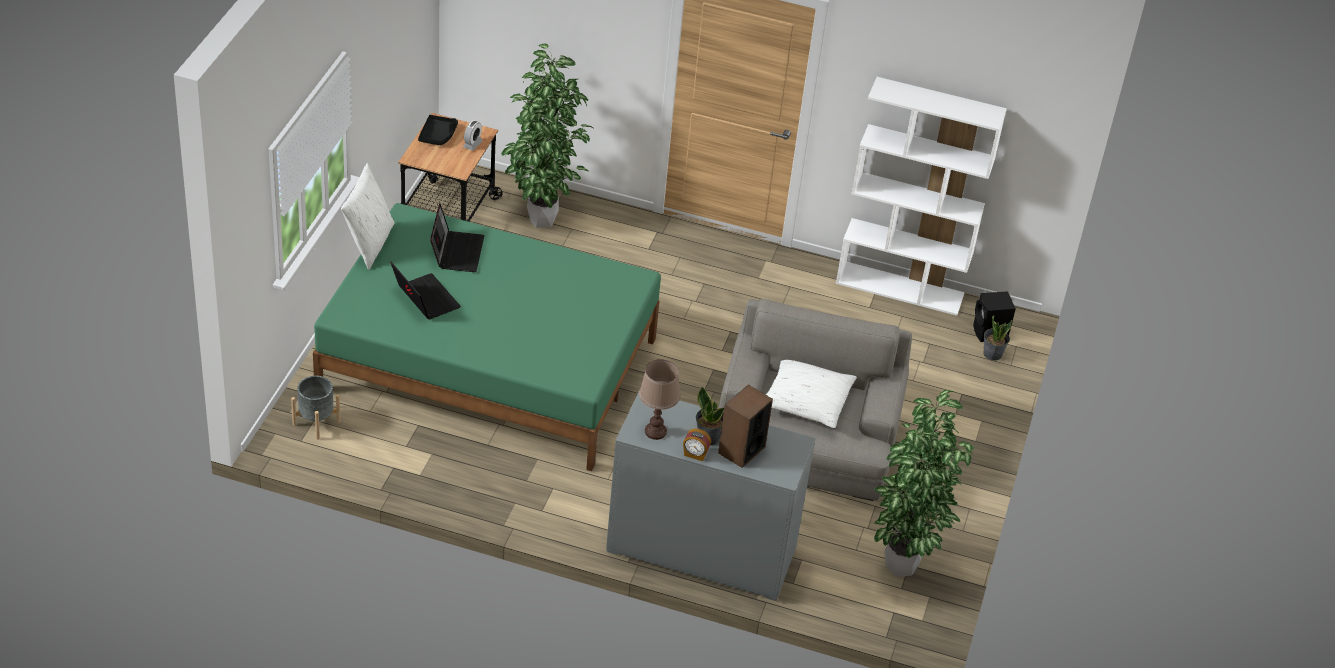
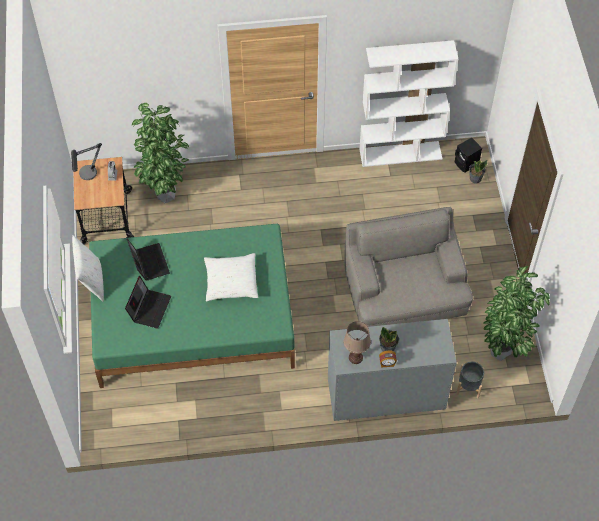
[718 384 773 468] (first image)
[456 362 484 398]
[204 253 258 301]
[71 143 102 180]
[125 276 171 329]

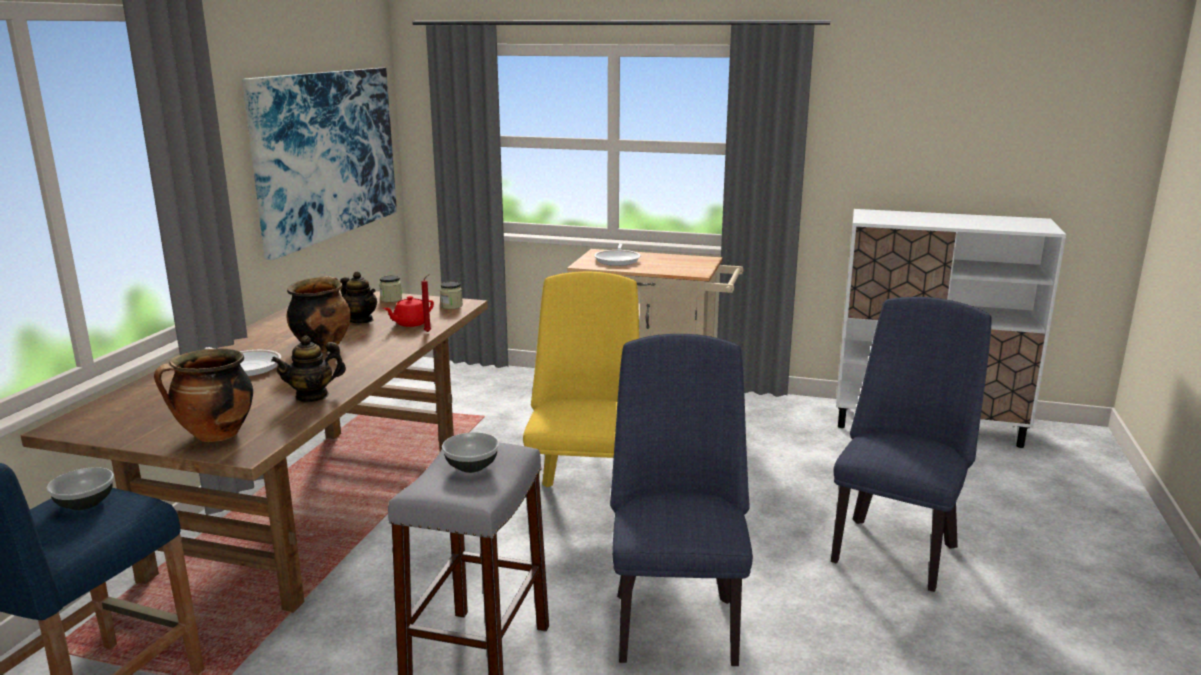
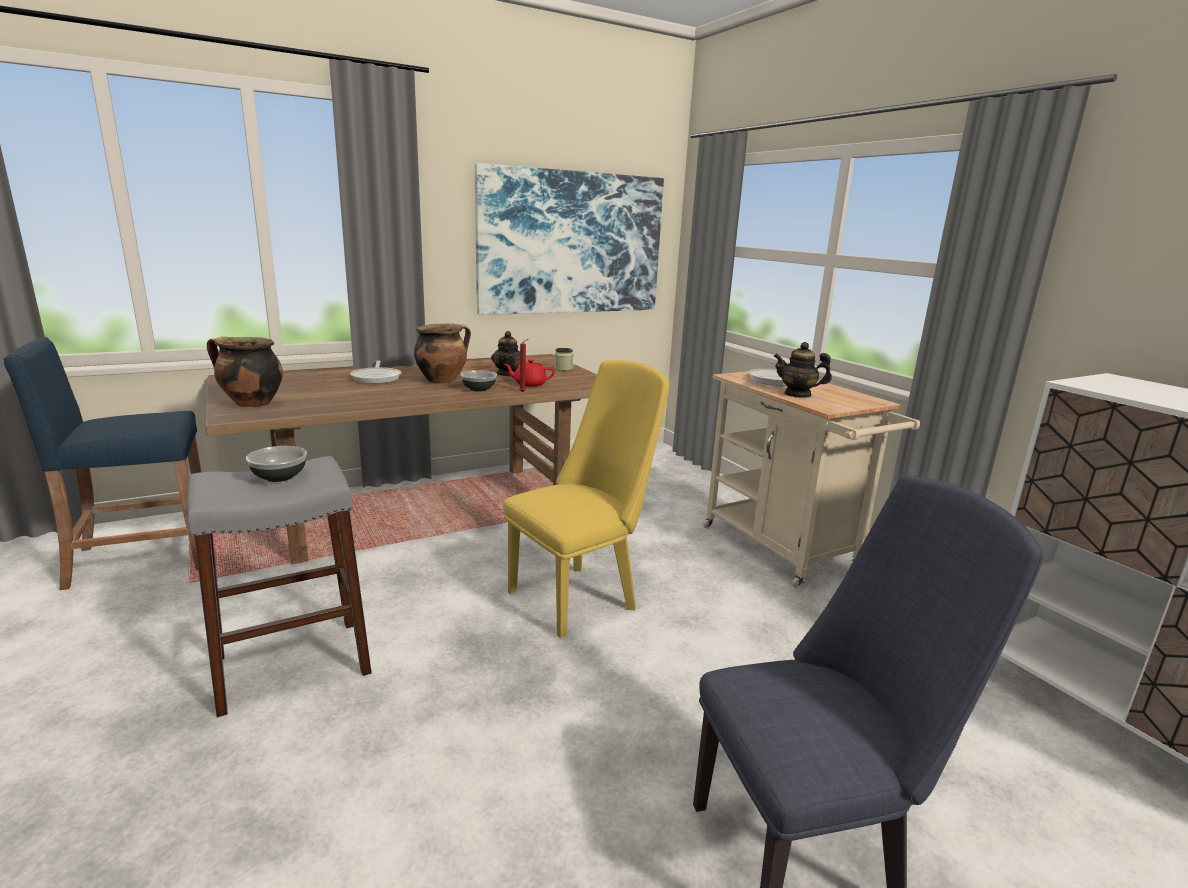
[440 282 463 309] (first image)
[610 334 753 666] (first image)
[460 370 497 392]
[774 342 832 398]

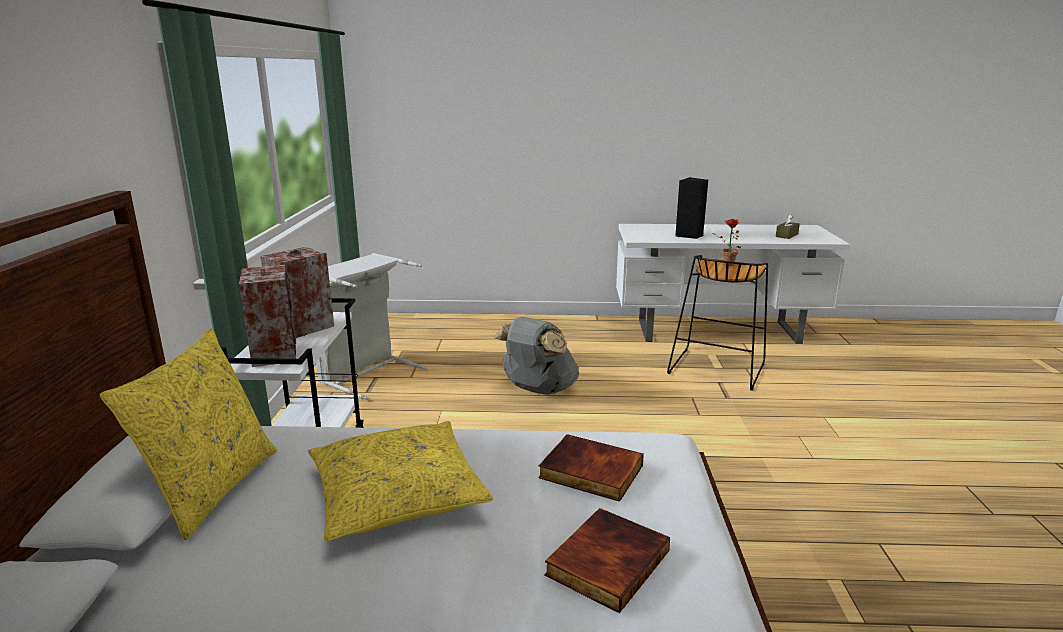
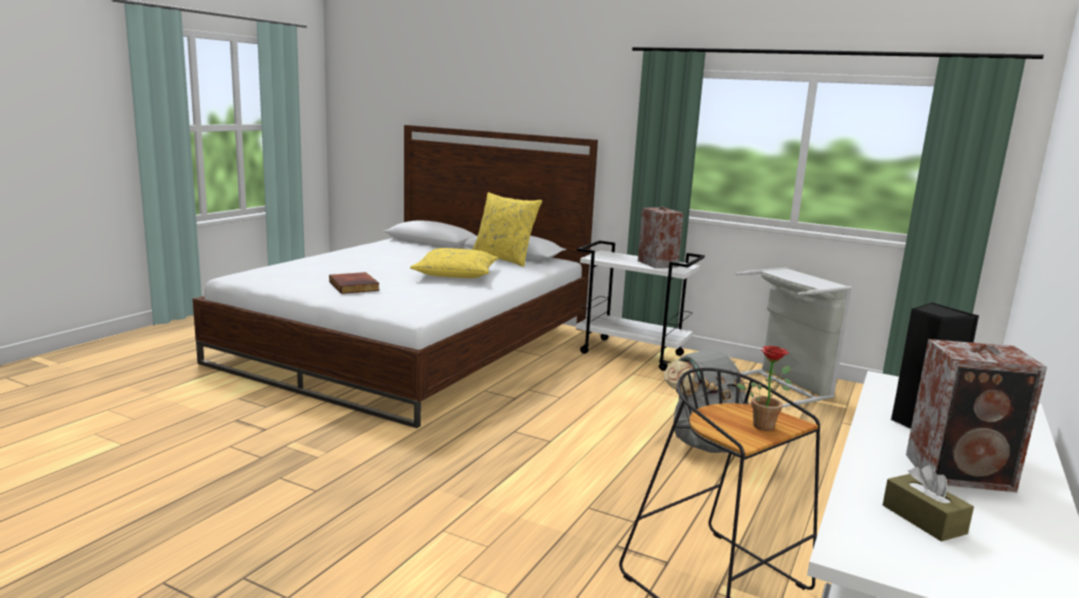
[538 434 644 502] (first image)
[906 339 1047 492]

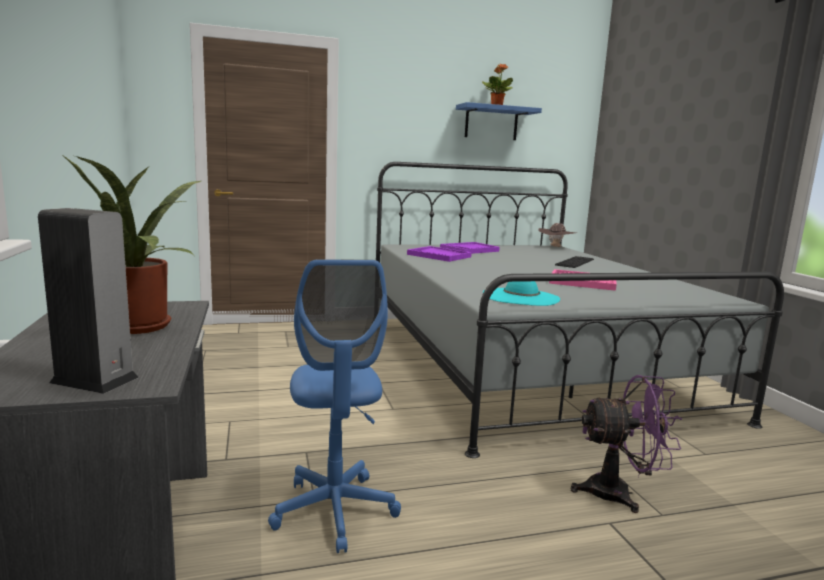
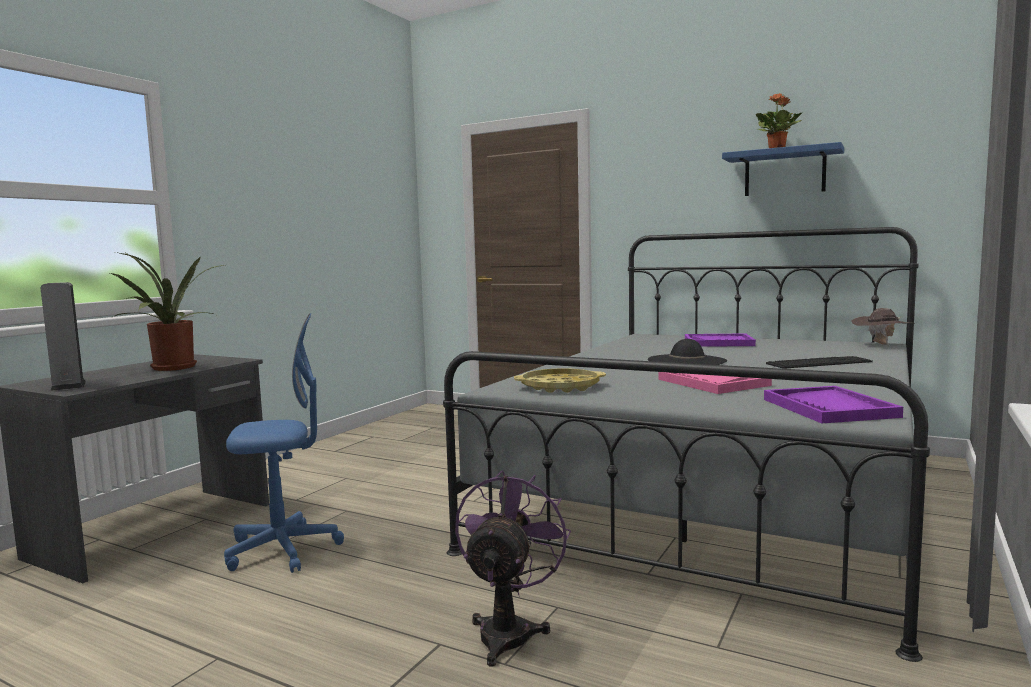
[648 339 727 365]
[764 386 903 423]
[514 368 606 393]
[224 313 344 573]
[455 471 571 666]

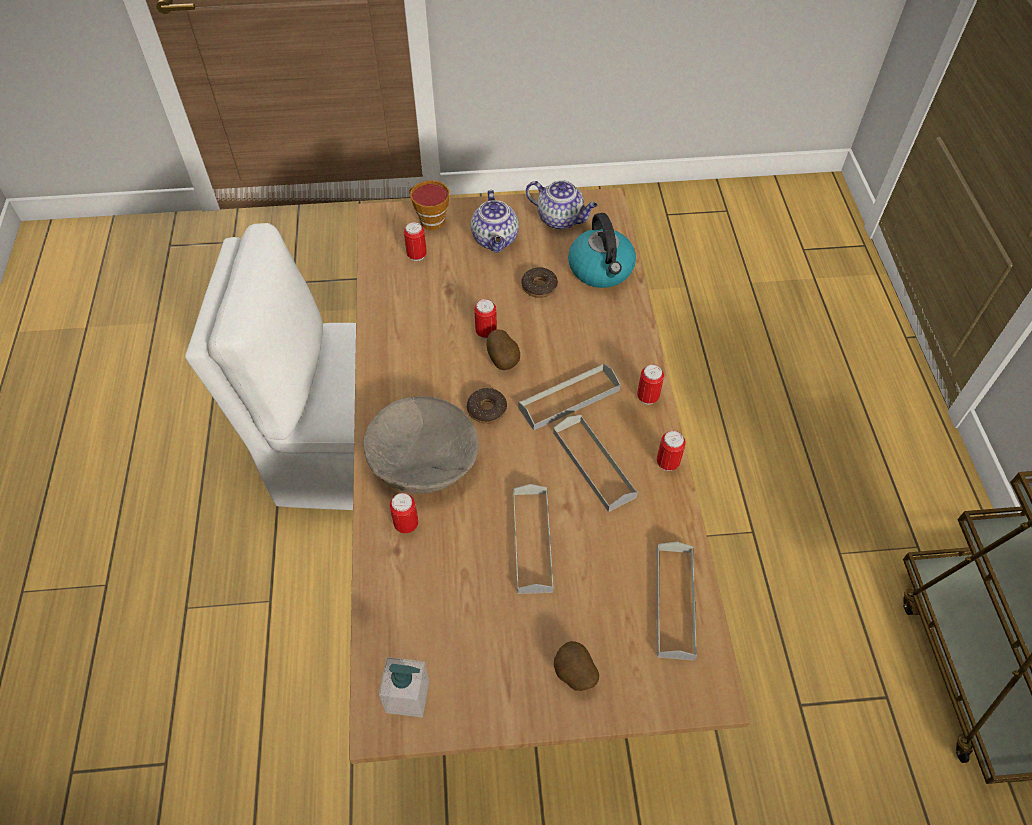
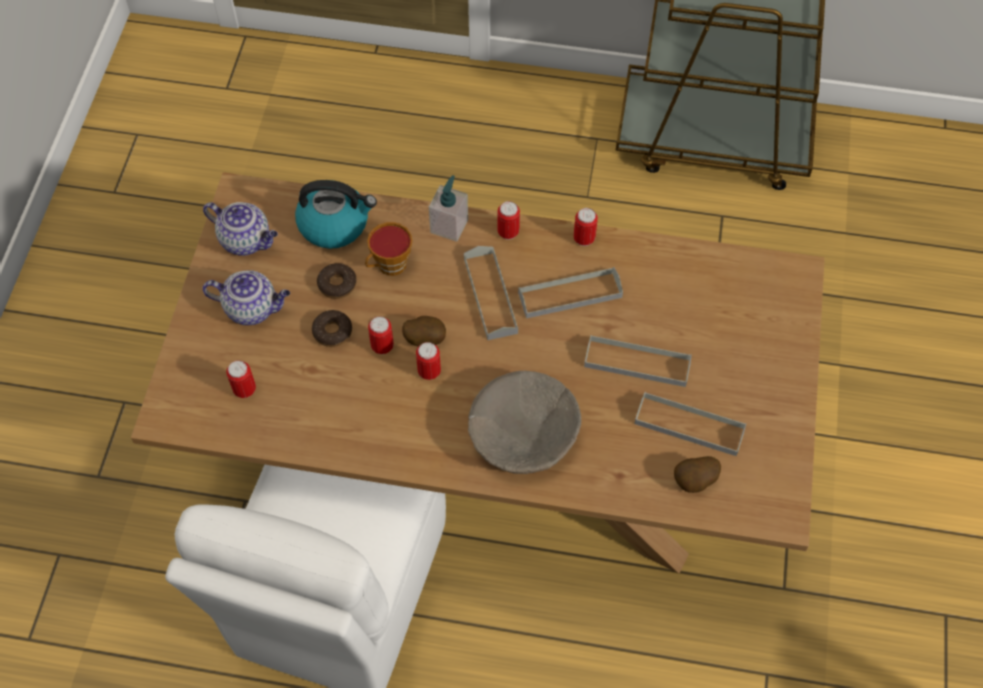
[429 175 468 242]
[416 342 441 380]
[365 222 412 276]
[312 310 352 347]
[674 456 721 493]
[634 392 747 456]
[203 202 278 256]

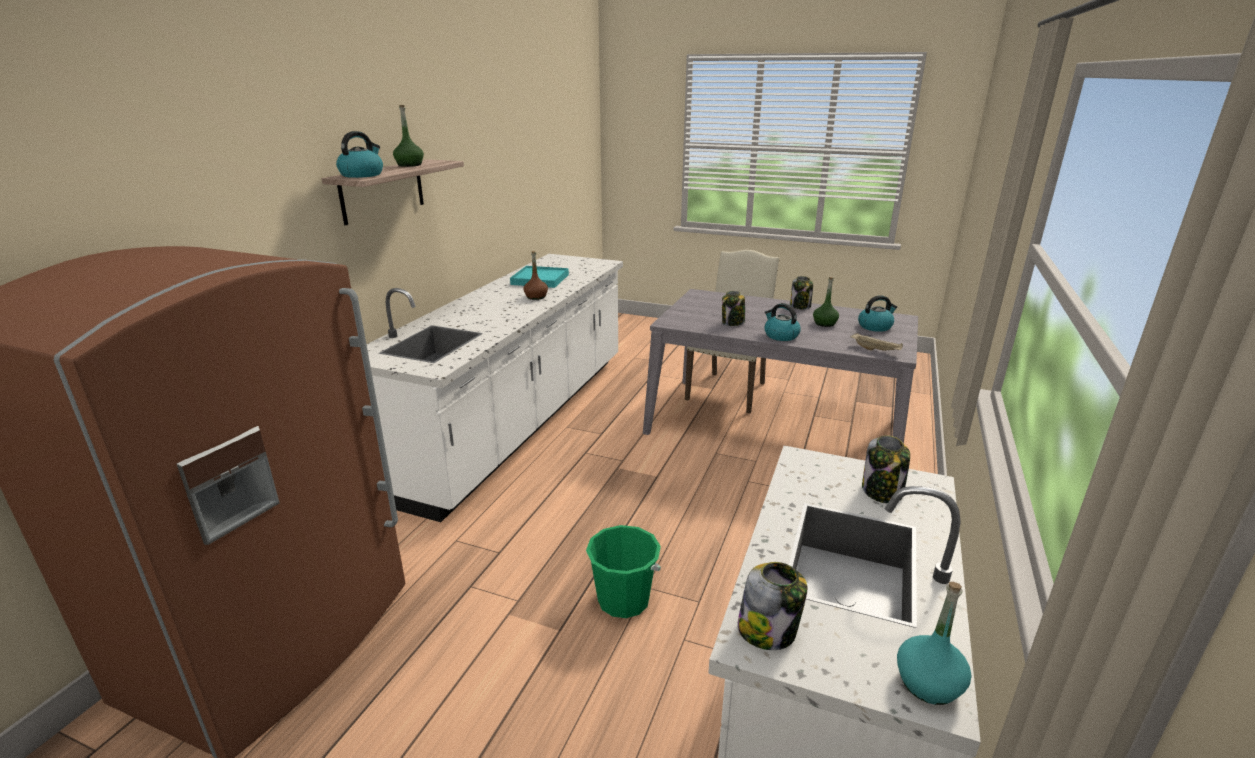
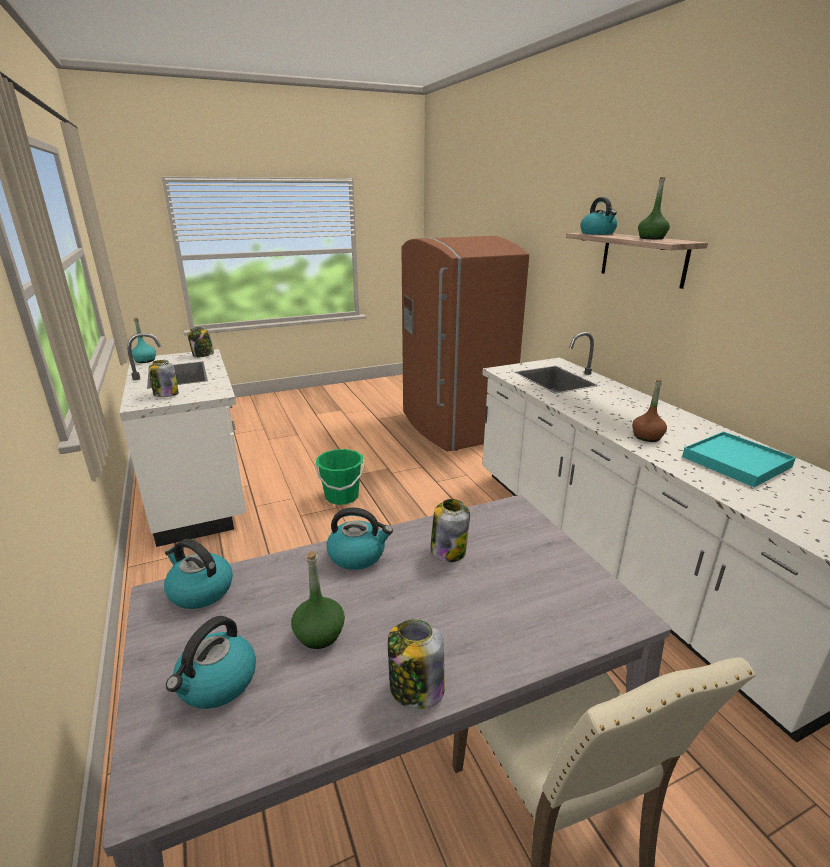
[164 539 233 609]

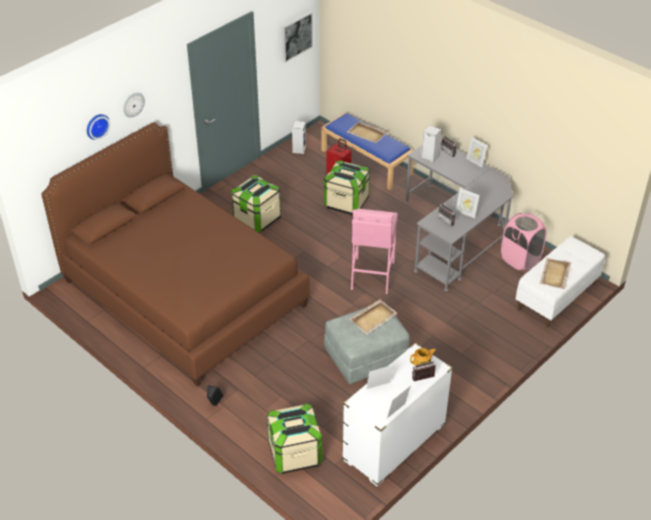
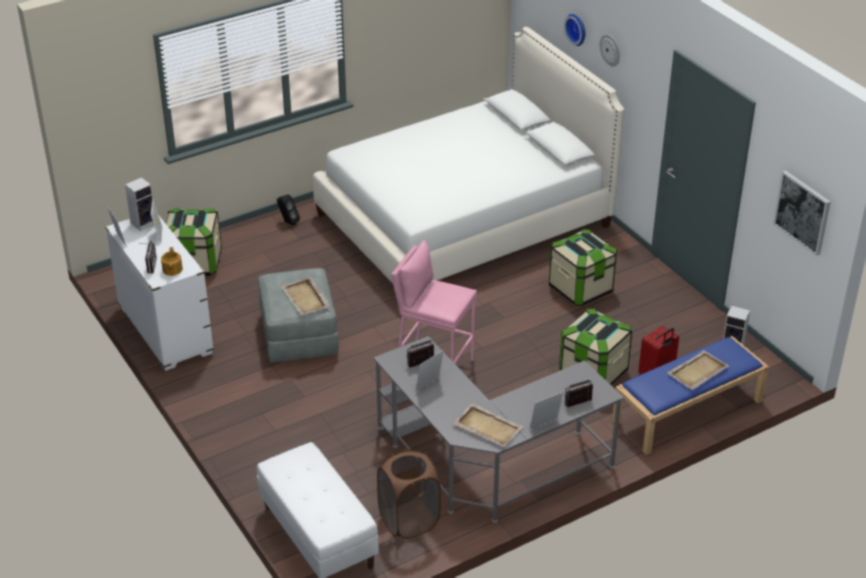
[125 177 154 231]
[452 403 523 447]
[313 27 624 283]
[377 449 441 539]

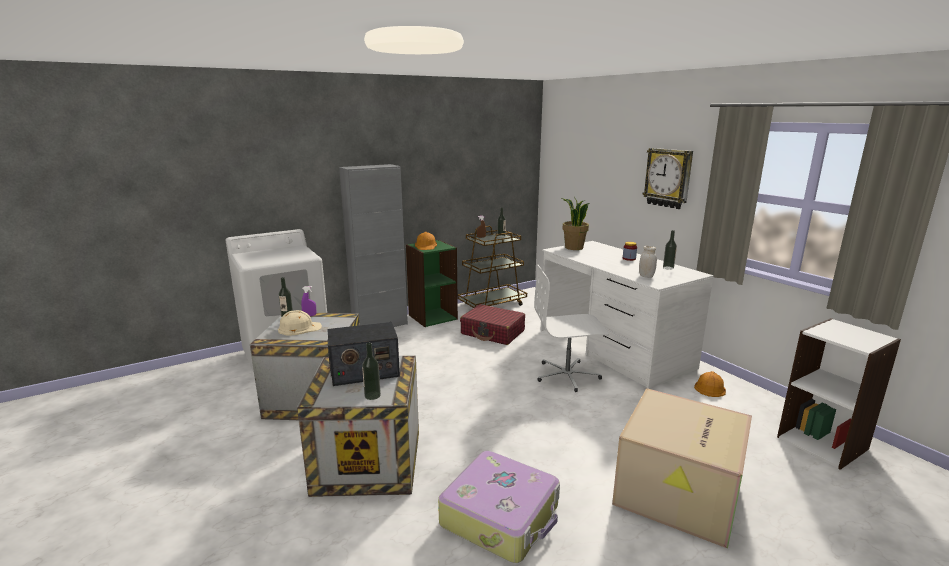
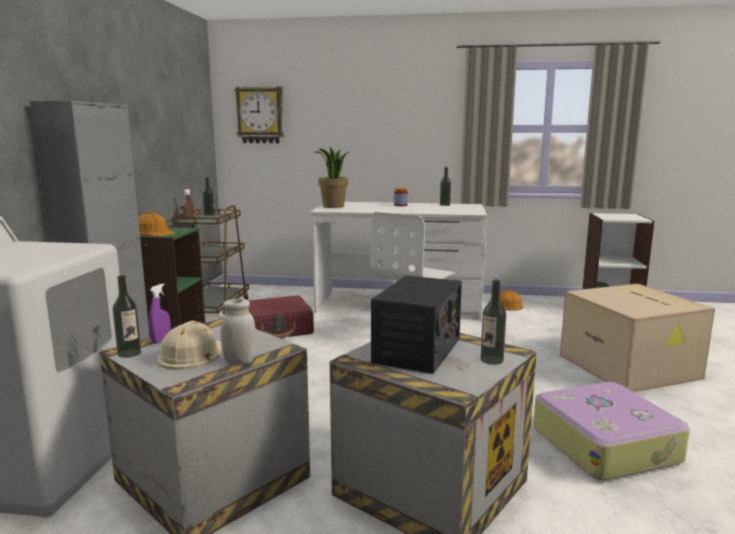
[221 299 256 365]
[234 86 285 143]

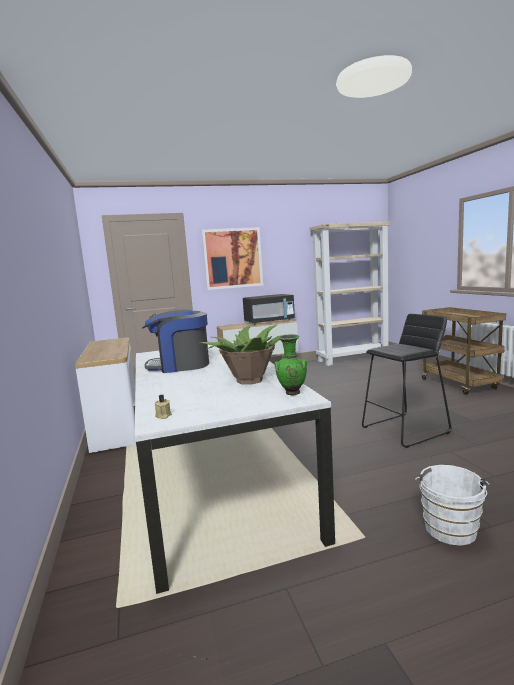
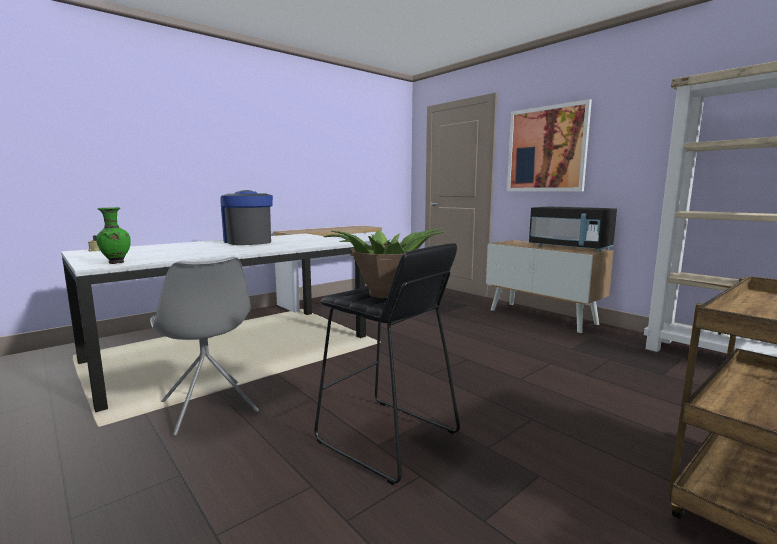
[415 465 489 546] (first image)
[150 257 259 436]
[323 228 445 298]

